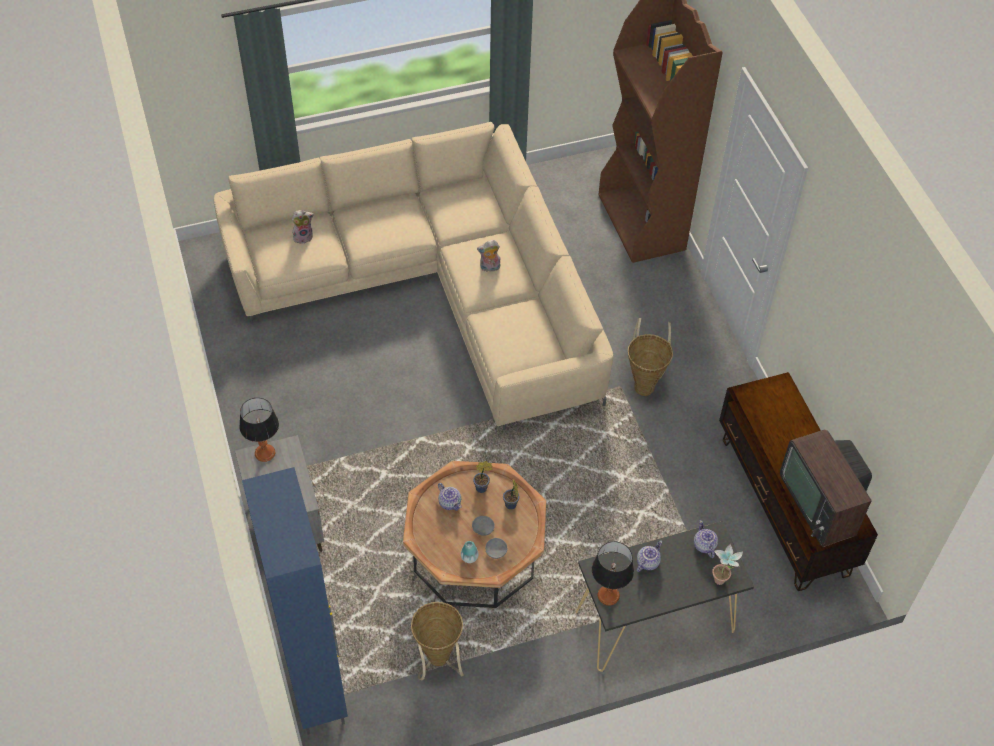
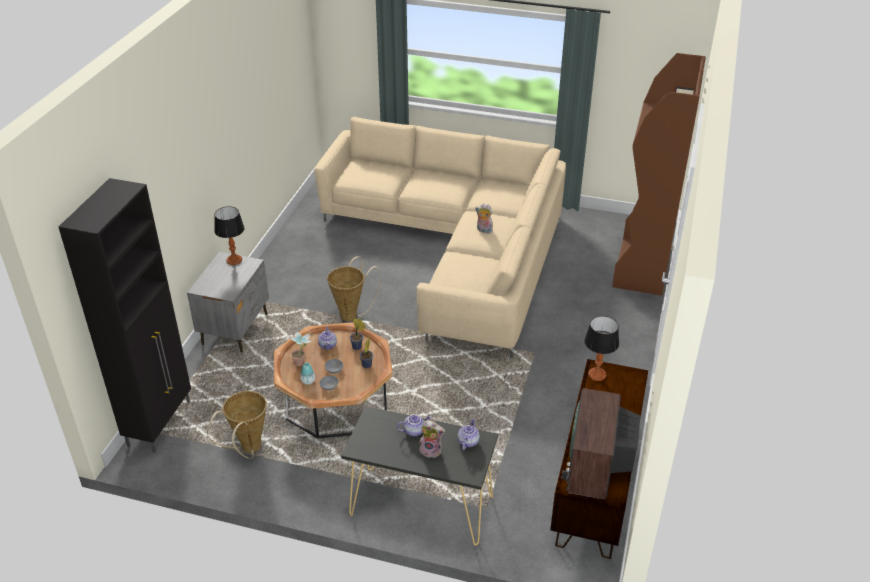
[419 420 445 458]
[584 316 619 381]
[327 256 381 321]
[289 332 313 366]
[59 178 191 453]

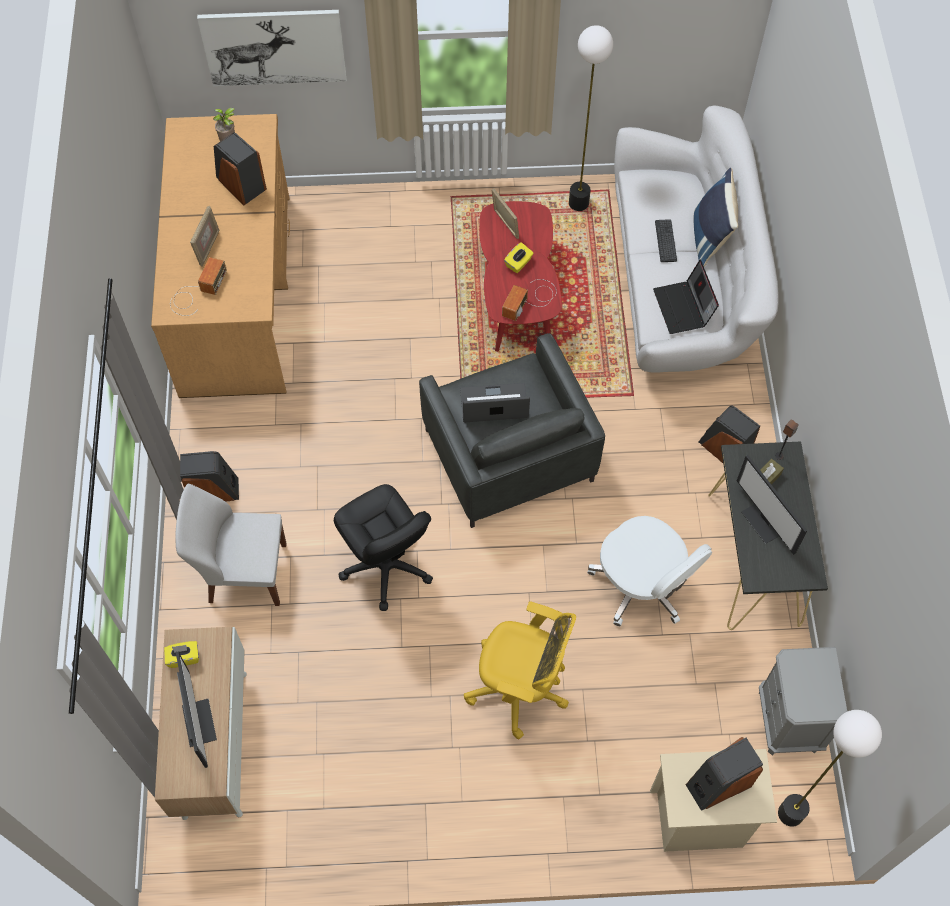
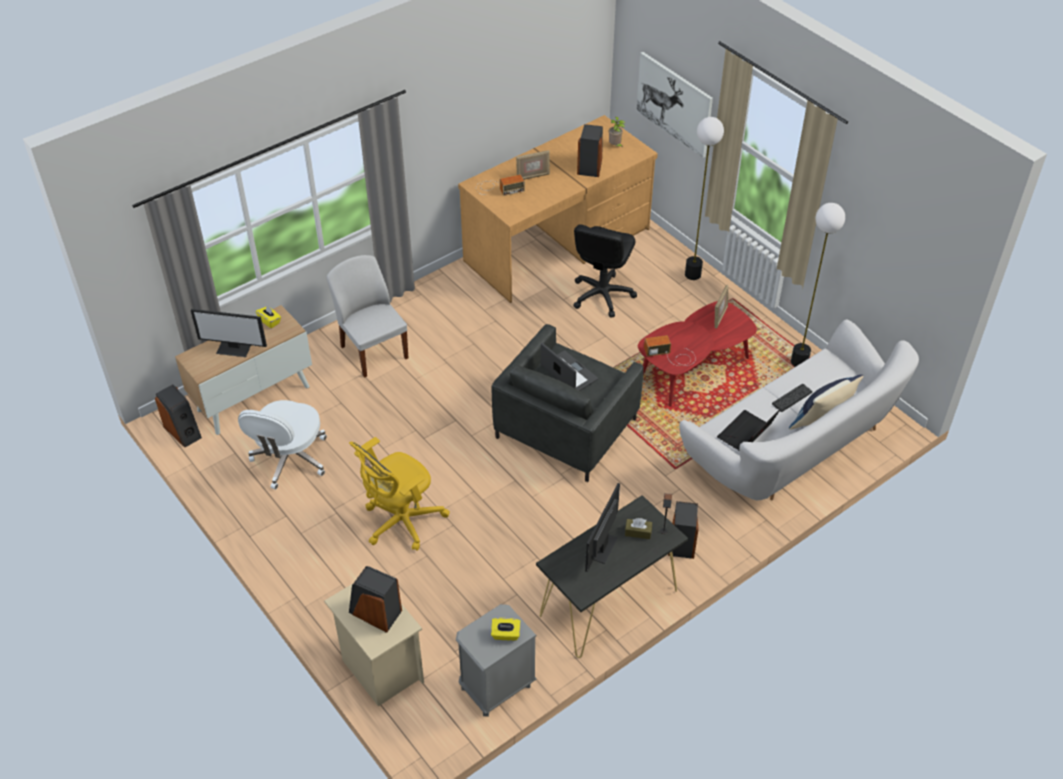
[155 385 202 447]
[573 225 637 318]
[491 618 521 641]
[238 400 327 490]
[685 117 724 280]
[191 309 267 357]
[349 437 450 551]

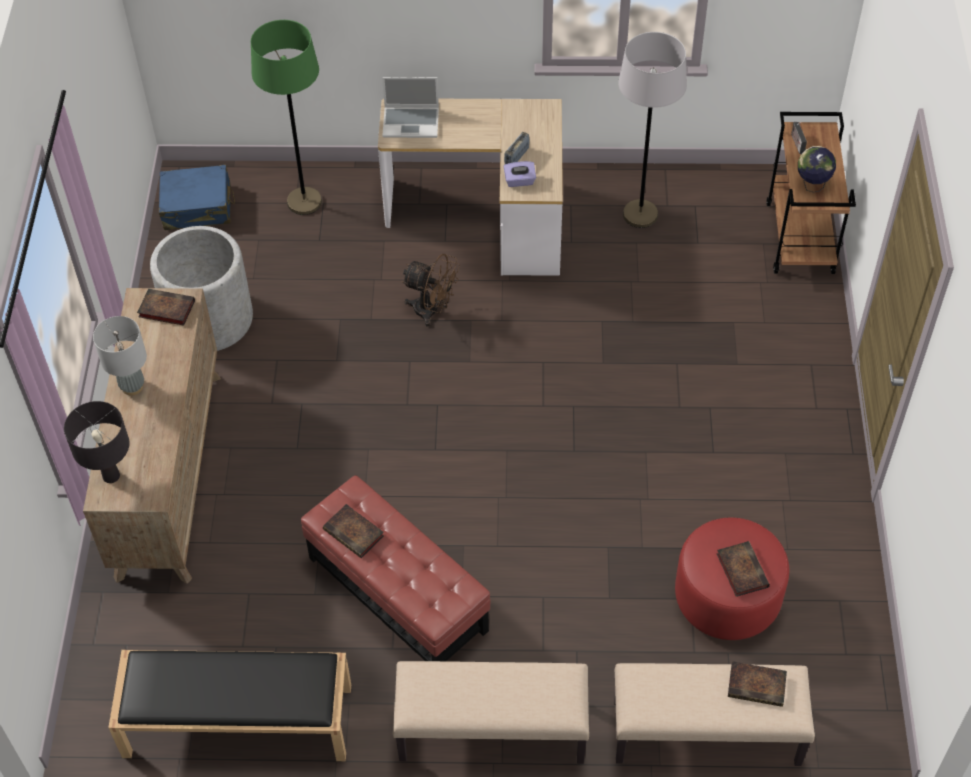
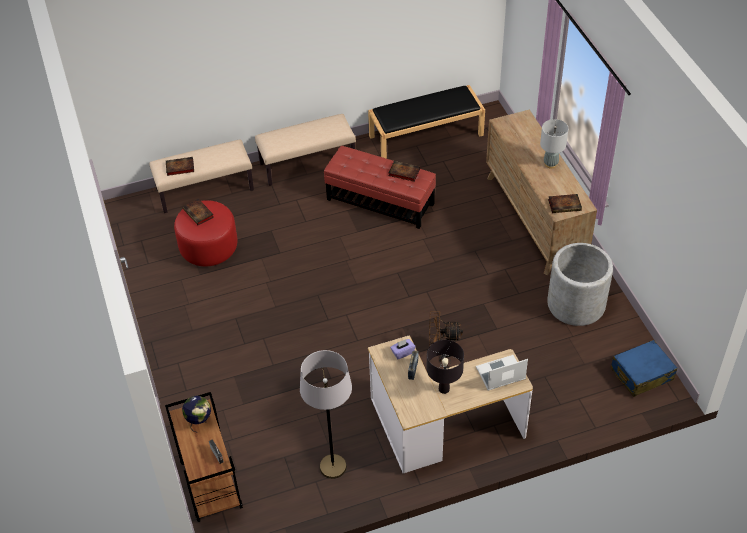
[251 20 322 215] (first image)
[427 340 464 394]

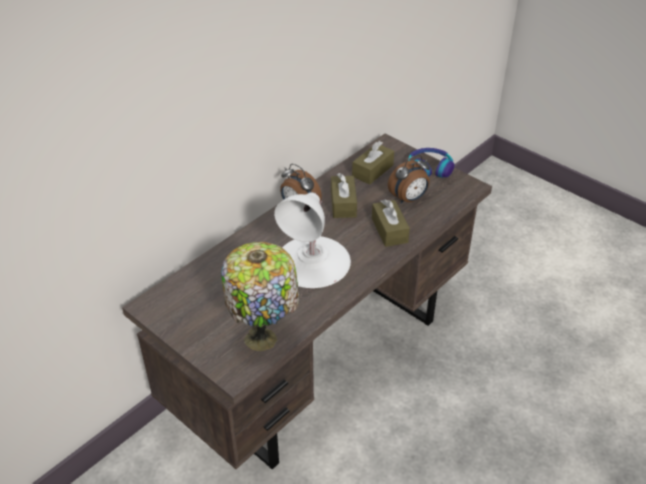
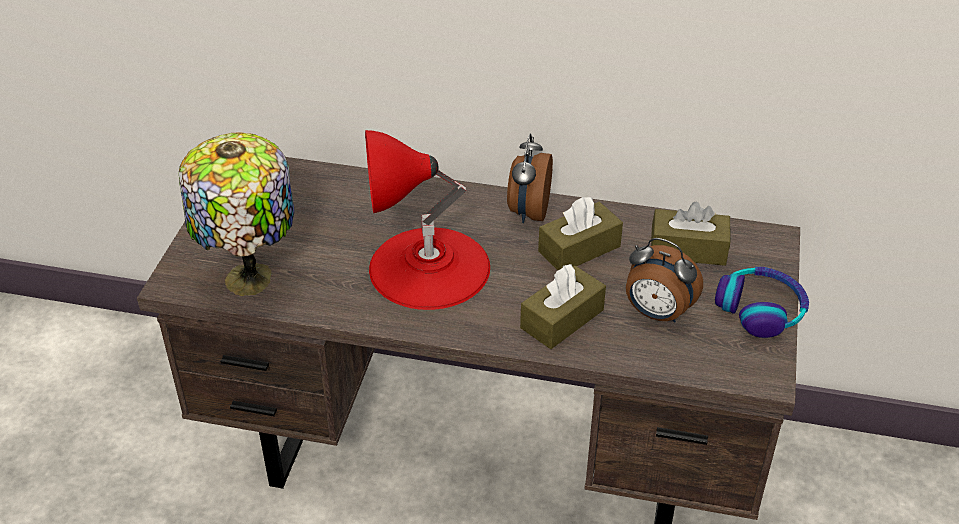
[365 130 490 310]

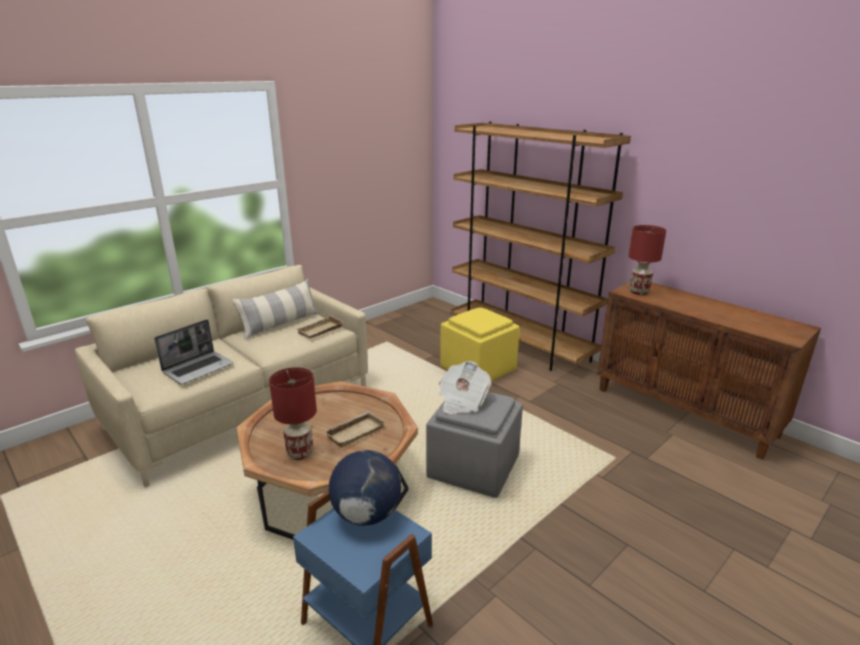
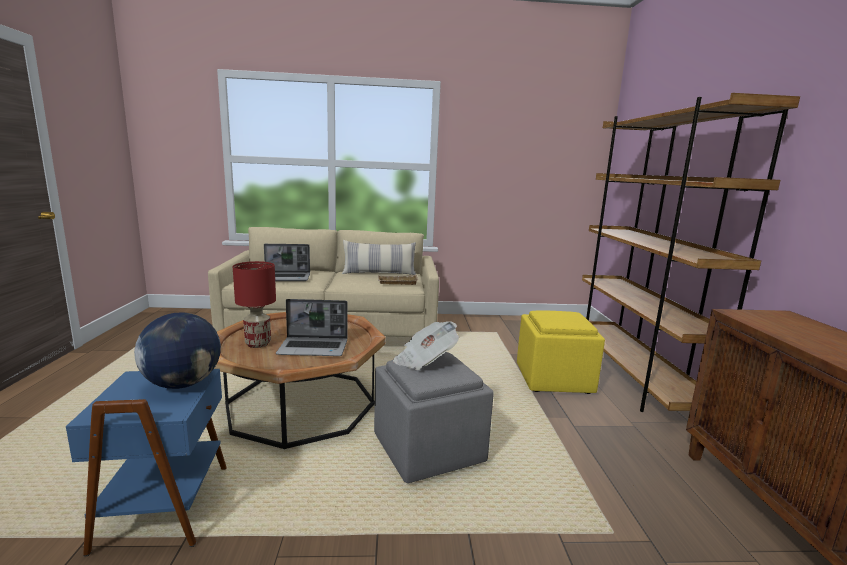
[629 225 666 295] (first image)
[276 299 348 356]

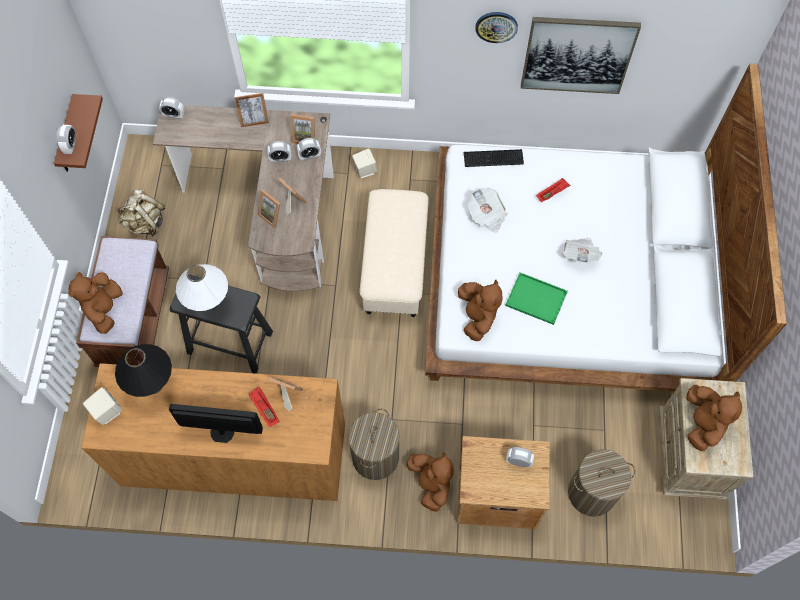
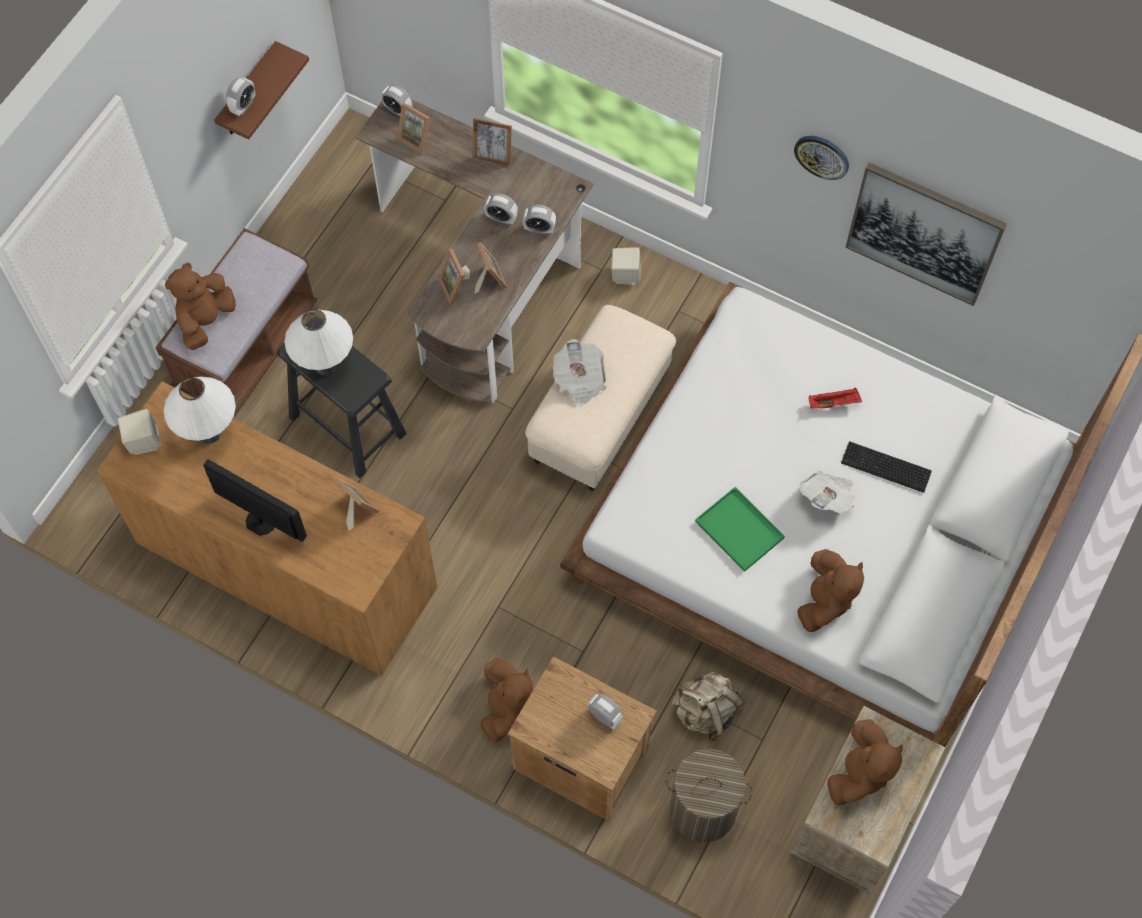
[249 386 280 427] (first image)
[348 408 400 480] (first image)
[672 671 745 741]
[397 103 430 154]
[797 549 864 632]
[841 441 932 493]
[553 339 606 407]
[164 377 236 444]

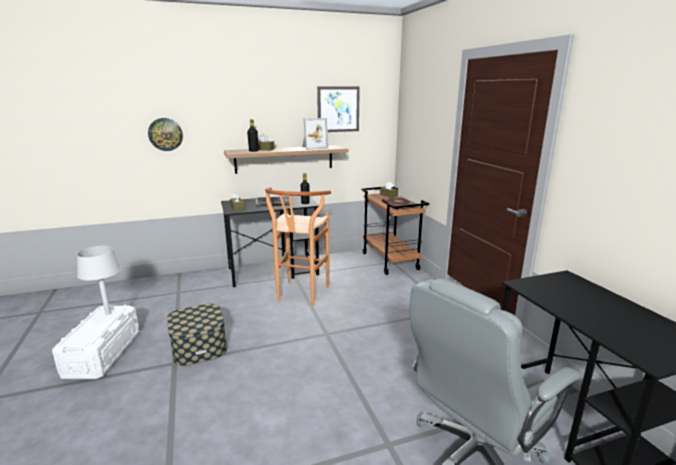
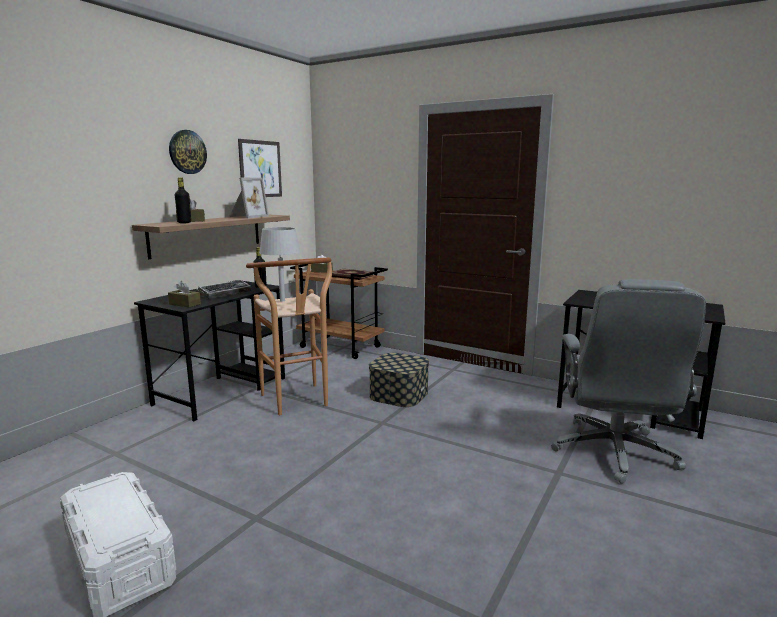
[259 227 300 302]
[169 130 207 174]
[369 353 429 407]

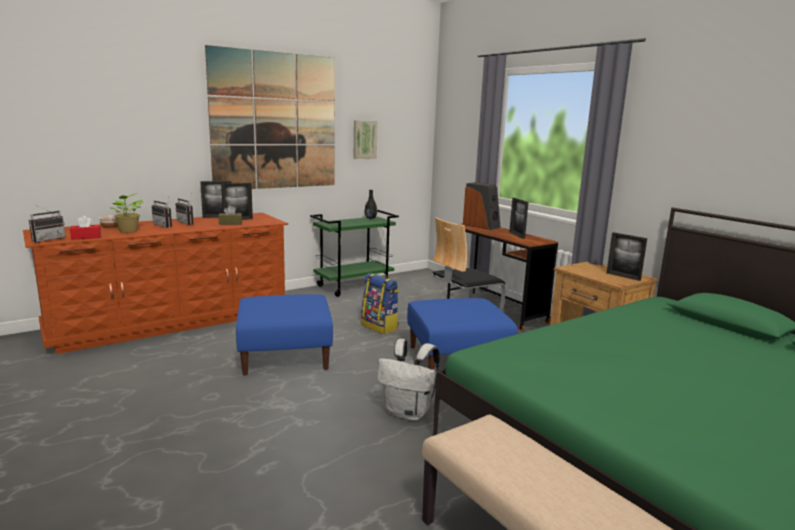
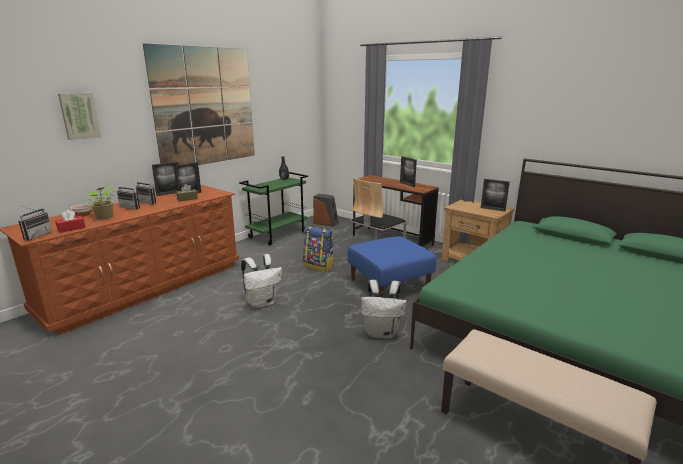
[58 93 101 140]
[313 194 339 227]
[241 254 282 308]

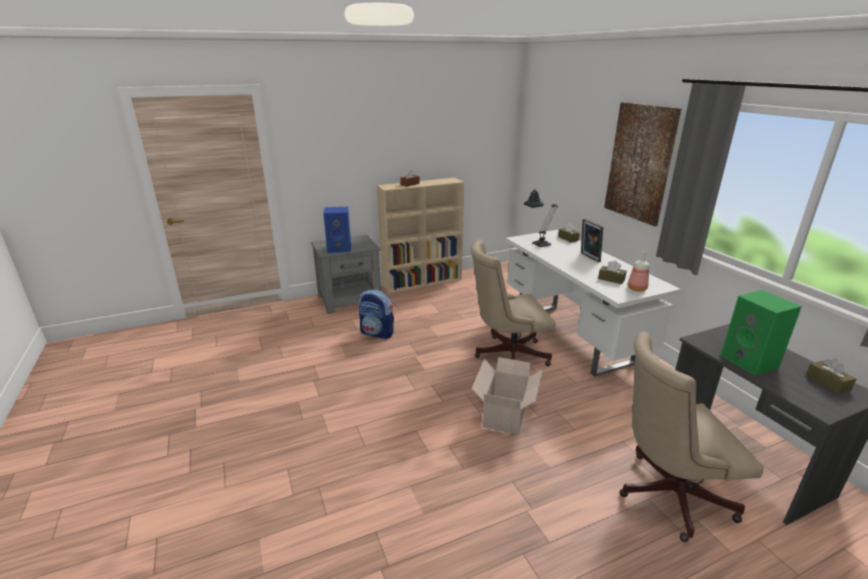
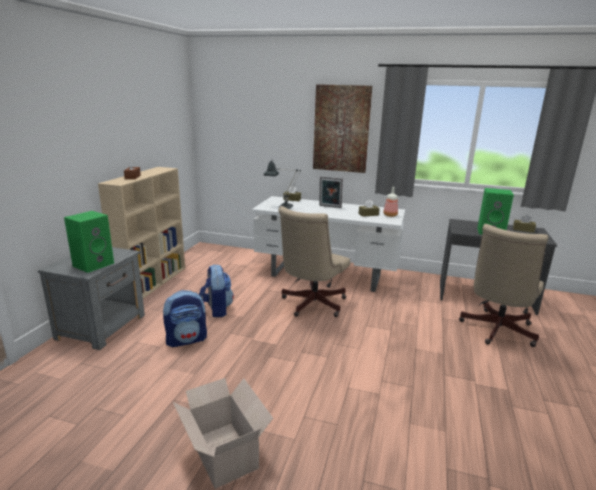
[199 264 234 317]
[173 378 273 489]
[64 211 114 273]

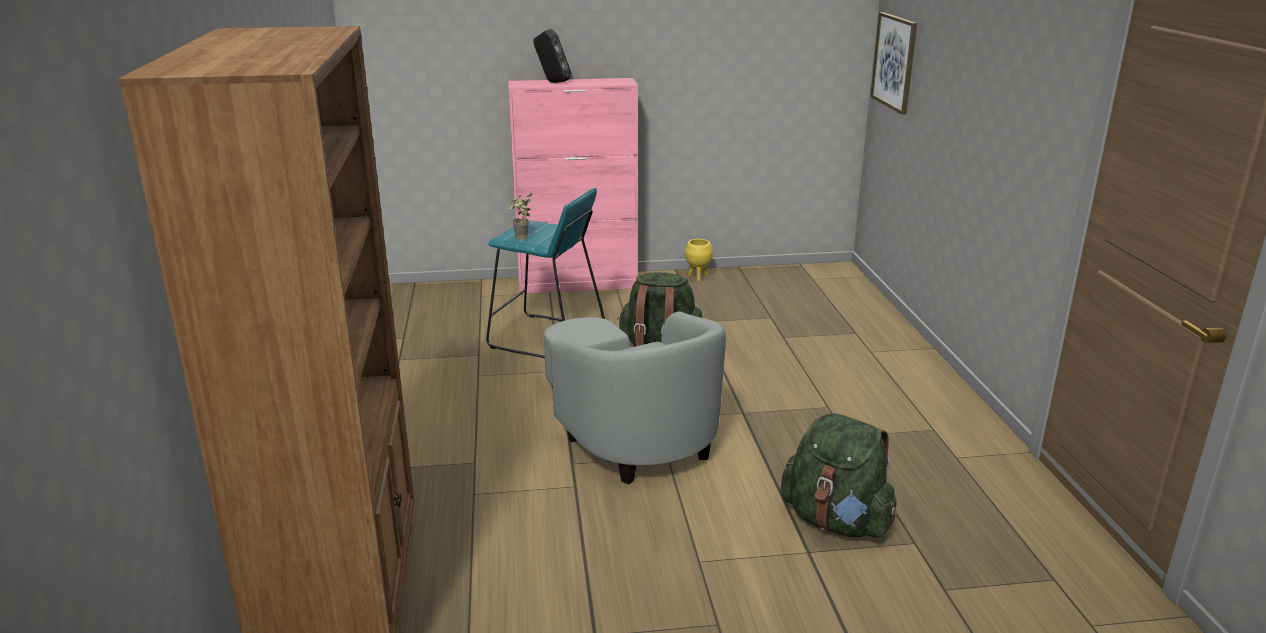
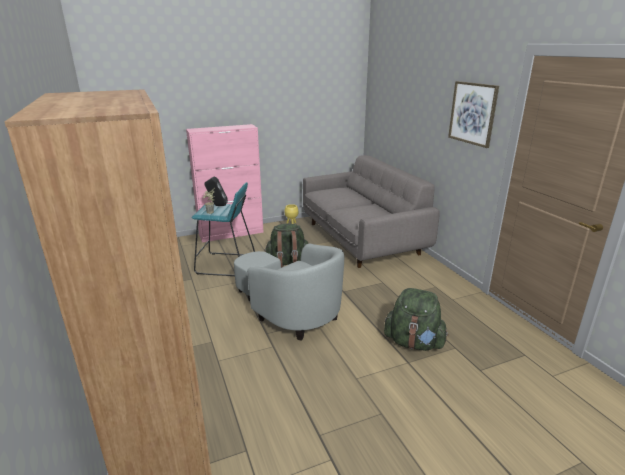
[303 155 440 268]
[205 177 228 206]
[448 81 499 148]

